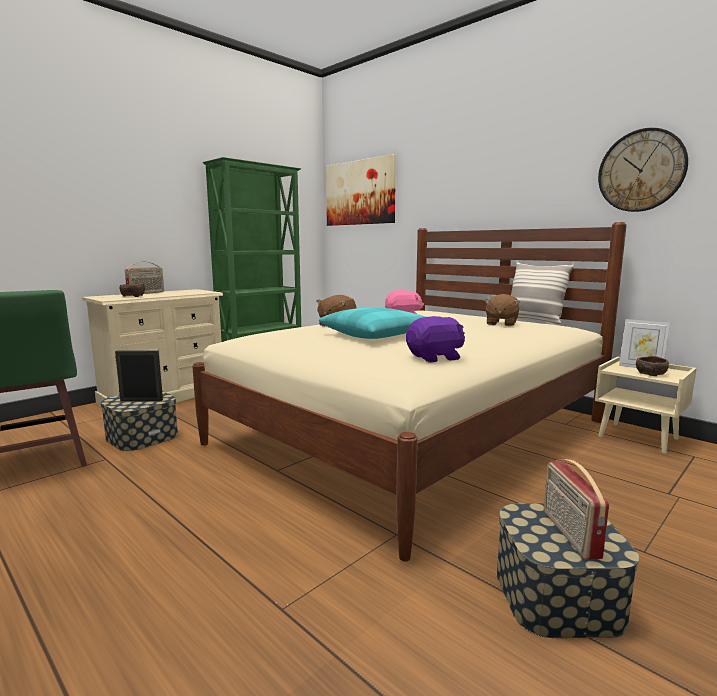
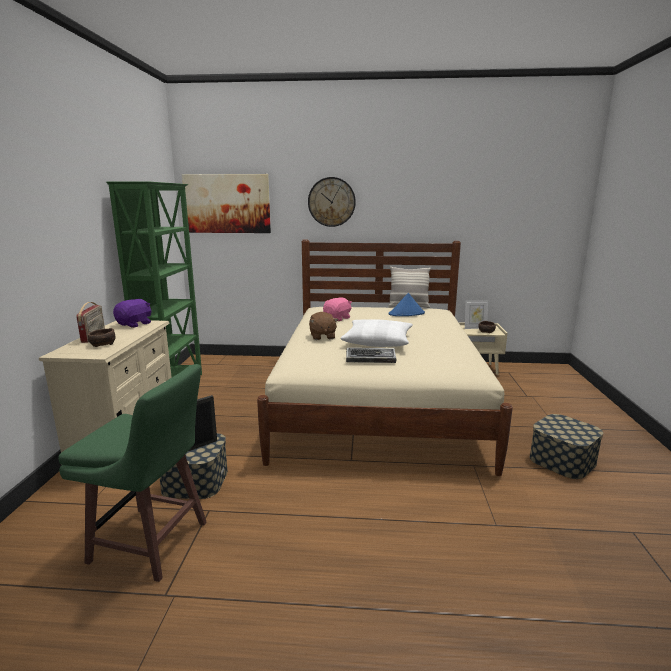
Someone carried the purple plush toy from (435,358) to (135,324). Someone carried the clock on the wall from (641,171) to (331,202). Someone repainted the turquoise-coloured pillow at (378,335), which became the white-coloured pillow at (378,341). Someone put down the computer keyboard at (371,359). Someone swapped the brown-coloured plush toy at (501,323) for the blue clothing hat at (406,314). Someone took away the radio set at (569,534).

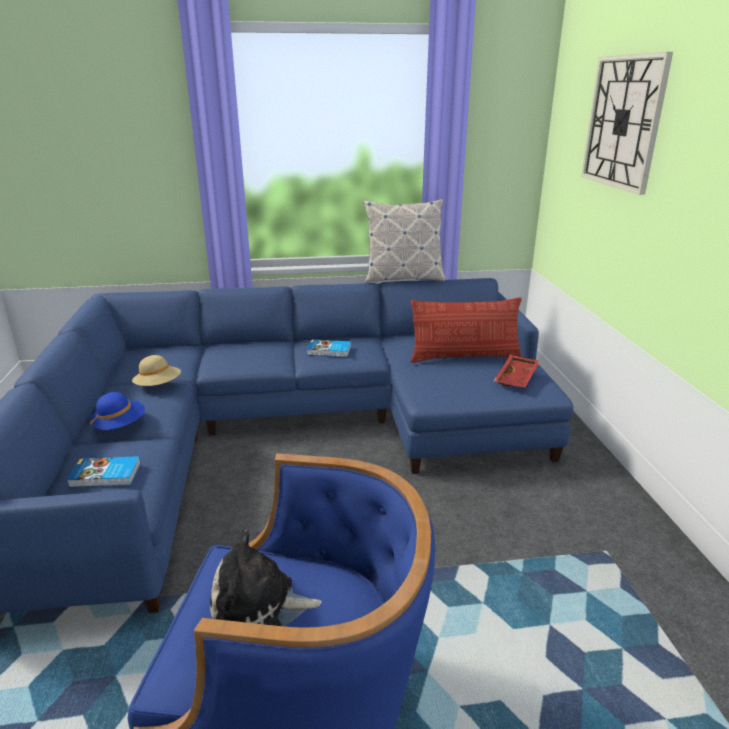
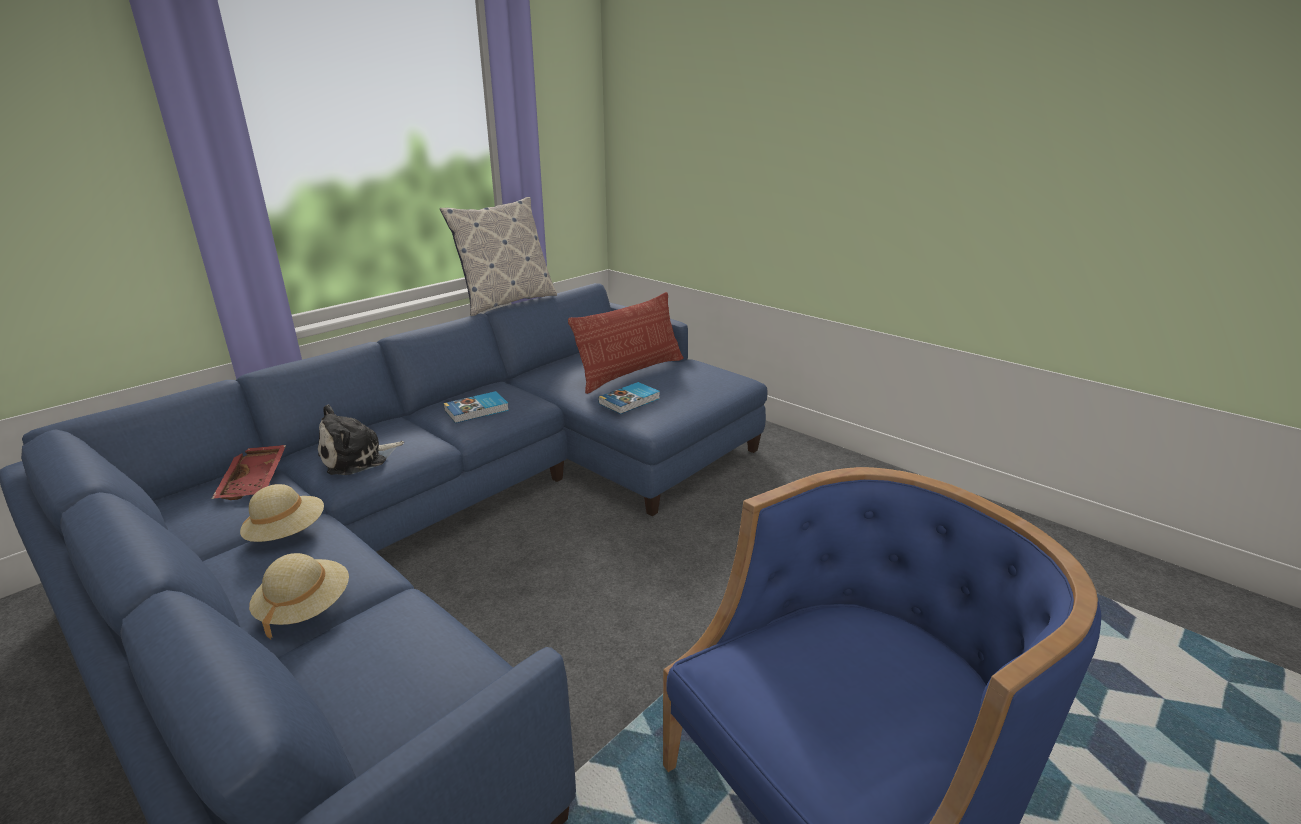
Someone carried the red-coloured carrying tray from (517,378) to (256,480). Someone repainted the blue clothing hat at (120,426), which became the beige clothing hat at (305,608). Someone carried the plush toy from (259,606) to (358,458). Someone carried the bound book from (106,475) to (630,401). Someone took away the clock on the wall at (623,122).

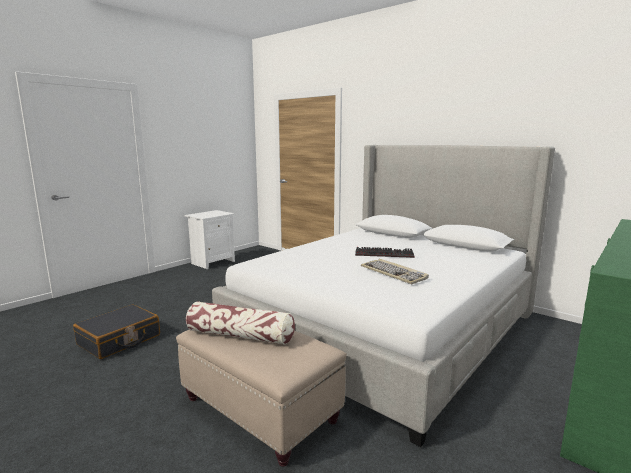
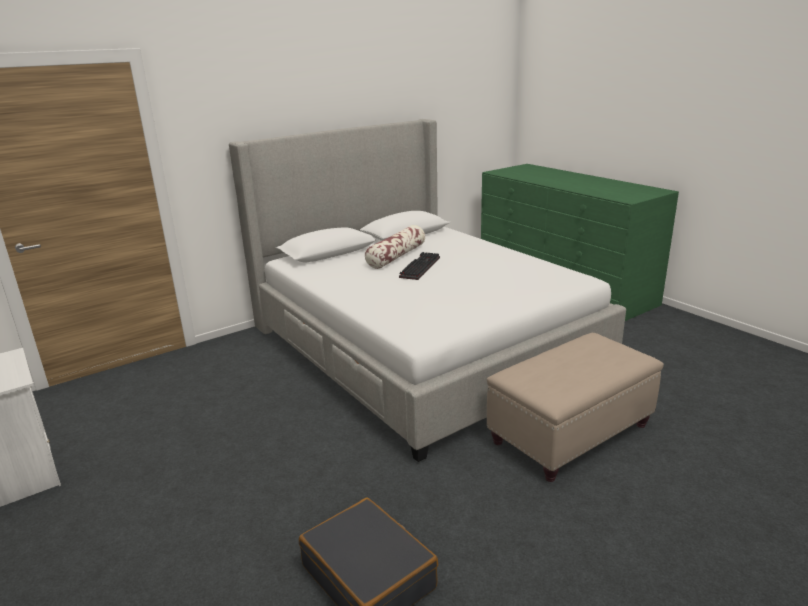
Someone carried the pillow from (240,335) to (396,256). Someone took away the computer keyboard at (394,273).

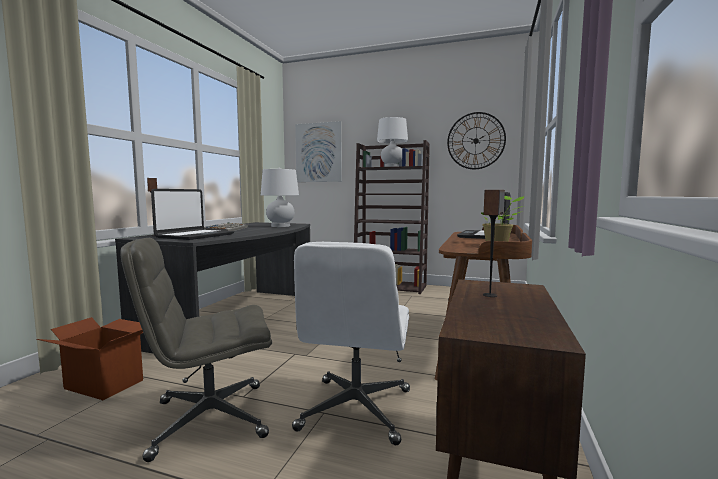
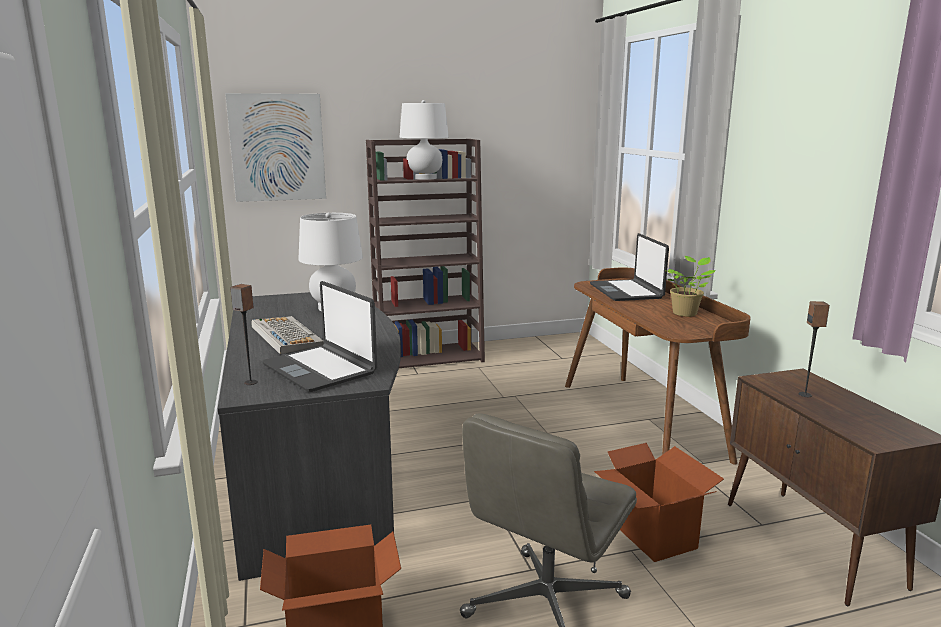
Someone rotated the laptop at (195,236) by 150 degrees clockwise. Someone swapped the white-coloured office chair at (356,410) for the carton at (652,535). Someone took away the clock on the wall at (475,141).

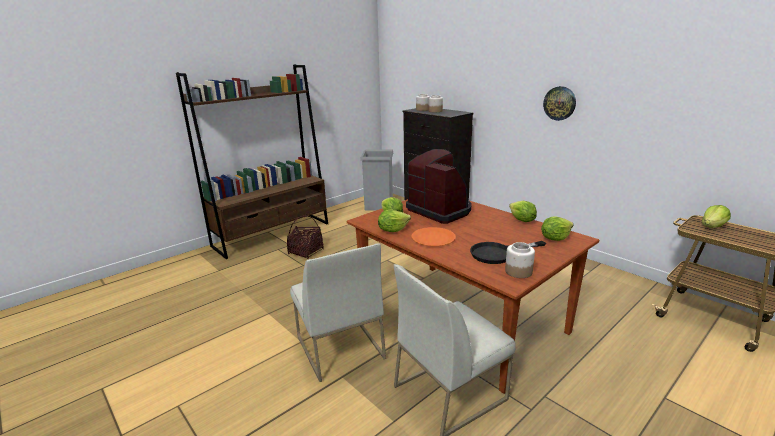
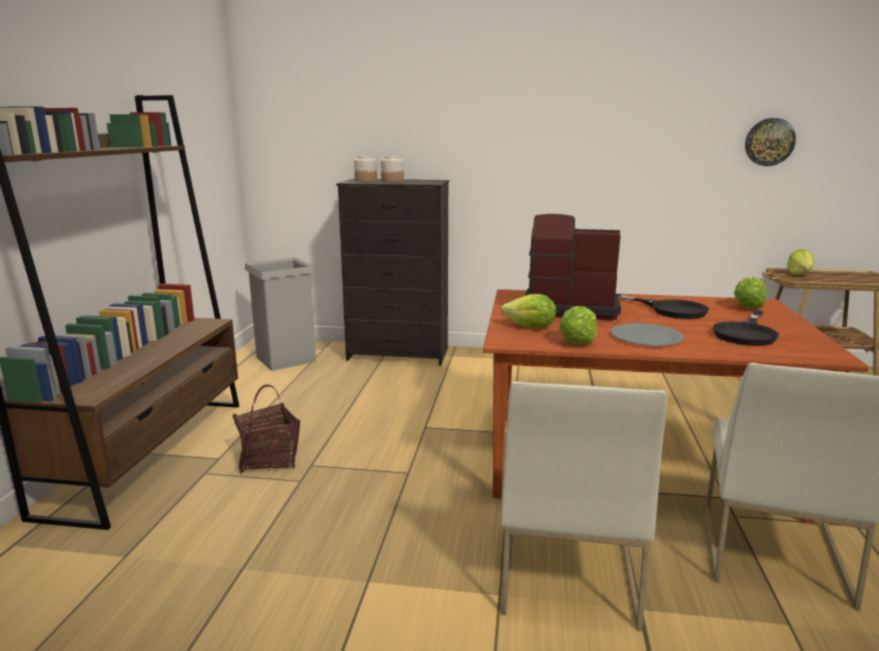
Someone rotated the white-coloured chair at (339,347) by 75 degrees clockwise. Someone repainted the orange-coloured dinner plate at (433,238), which became the greyish dinner plate at (645,337). Someone put down the black pan at (669,310). Someone carried the clock on the wall from (559,103) to (769,142). Someone took away the jar at (518,271). Someone took away the lettuce head at (521,220).

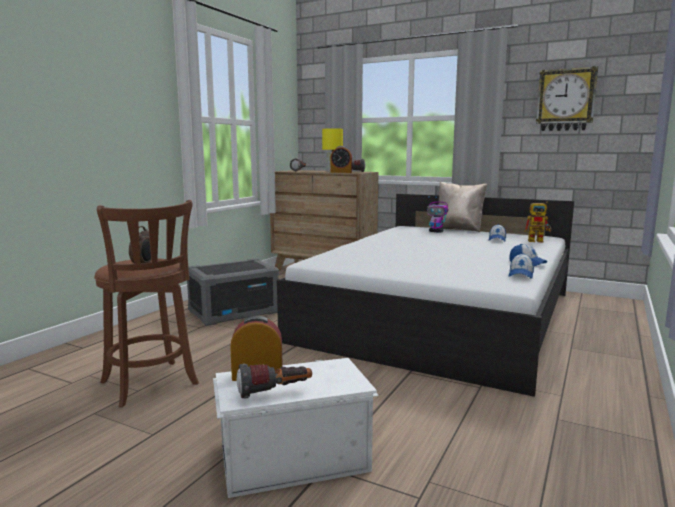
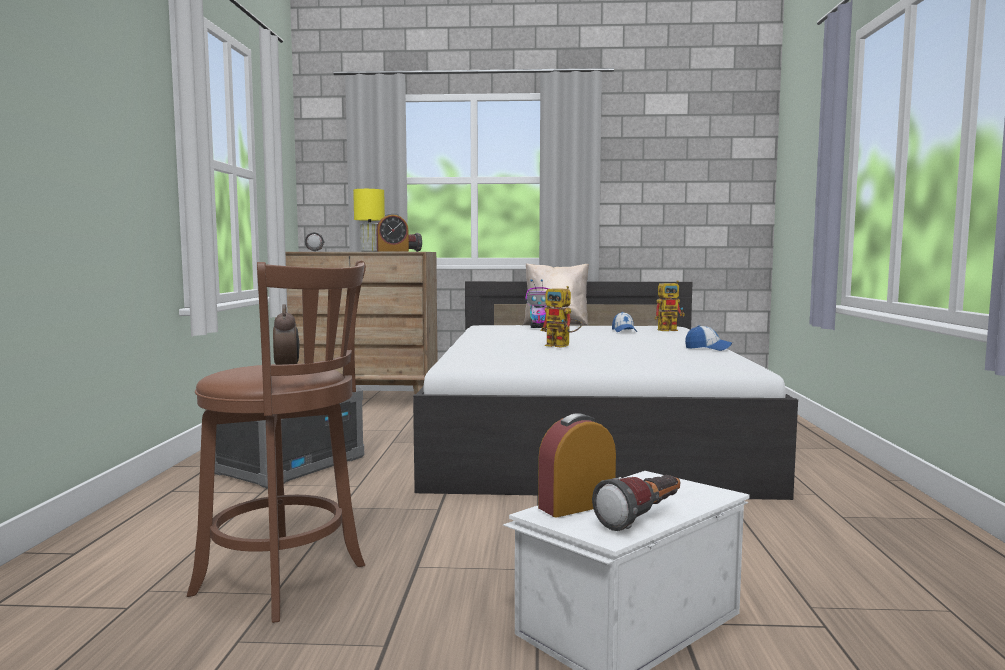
Someone put down the model robot at (563,346). Someone took away the baseball cap at (521,275). Someone took away the clock on the wall at (566,100).

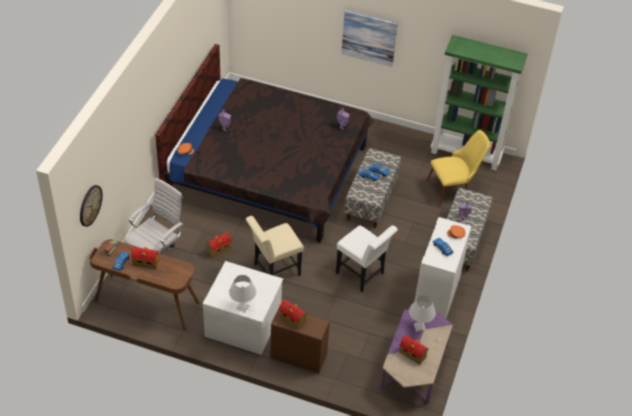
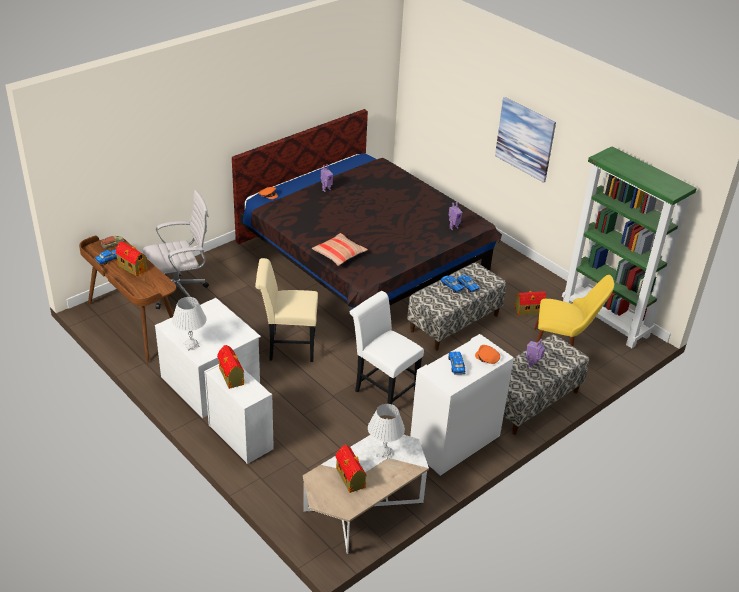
Someone repainted the brown-coloured dresser at (298,356), which became the white-coloured dresser at (240,436). Someone repainted the purple low table at (414,367), which became the white-coloured low table at (364,507). Someone put down the pillow at (339,254). Someone rotated the white-coloured chair at (362,275) by 150 degrees clockwise. Someone carried the model house from (218,250) to (528,310). Someone took away the clock on the wall at (90,205).

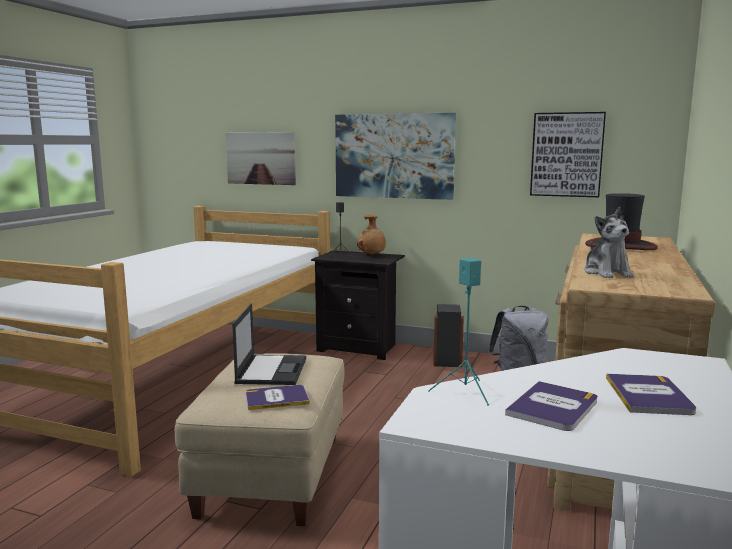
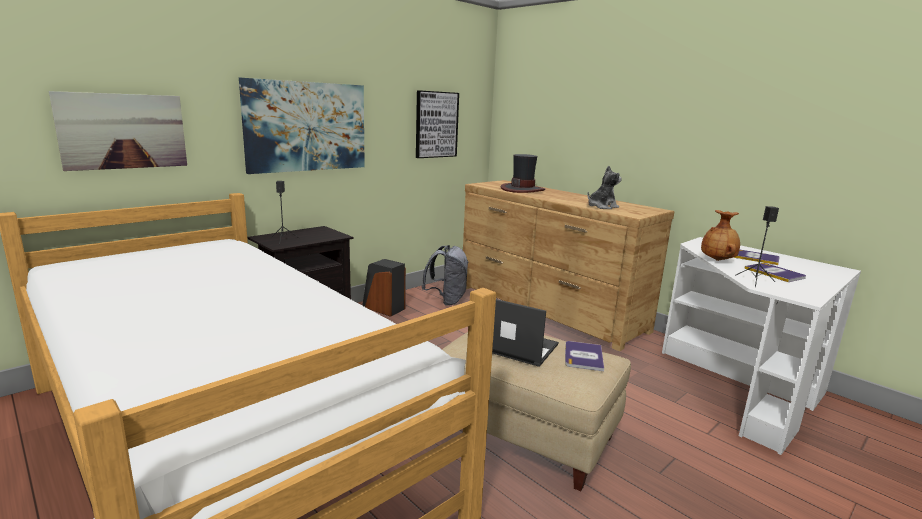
Someone rotated the plush toy at (607,273) by 45 degrees counterclockwise. Someone carried the brown-coloured flower vase from (372,255) to (718,260). Someone repainted the turquoise-coloured audio speaker at (464,391), which became the black audio speaker at (755,281).

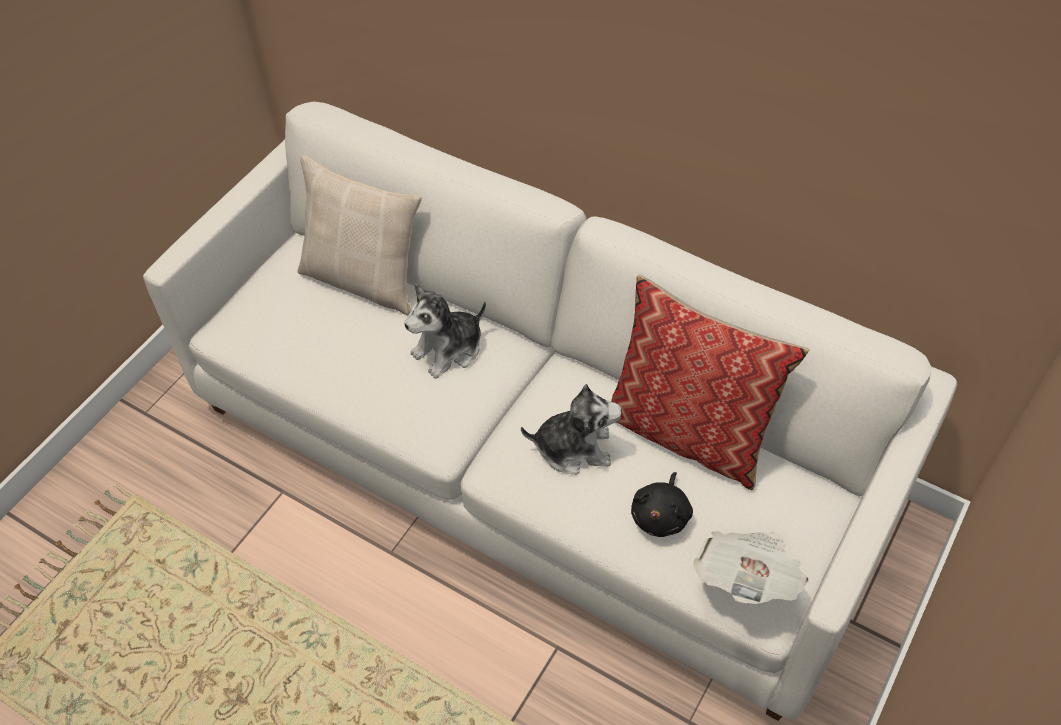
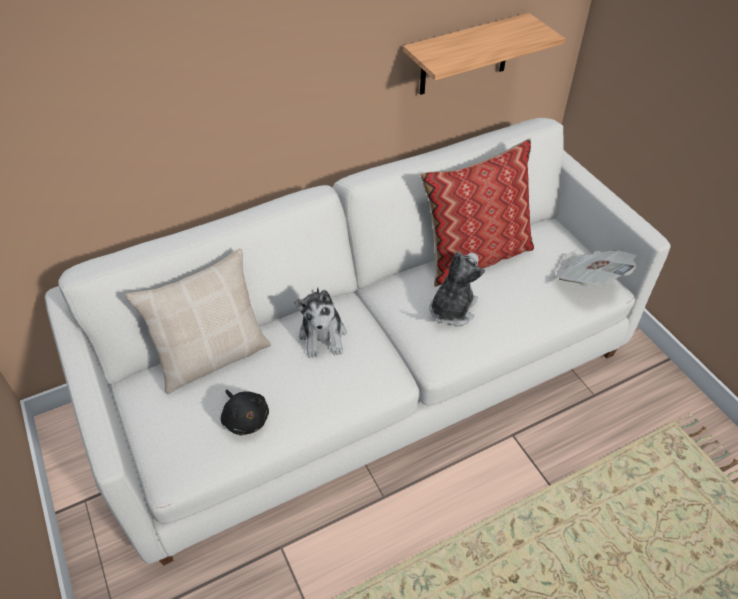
Someone carried the black plush toy from (661,515) to (245,418). Someone put up the bracket shelf at (464,55).

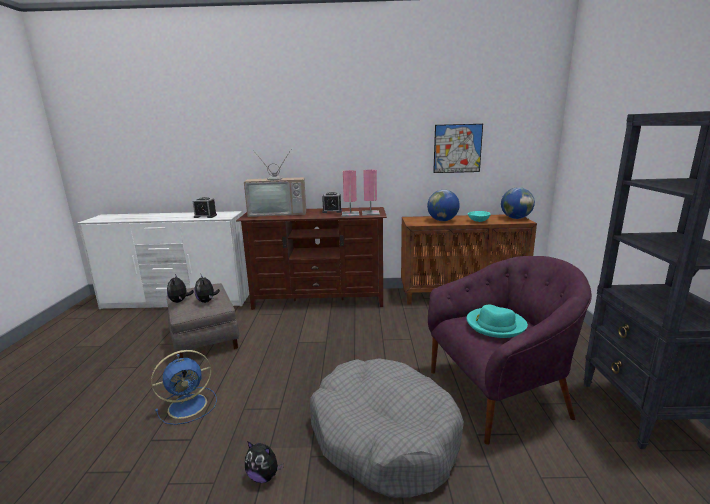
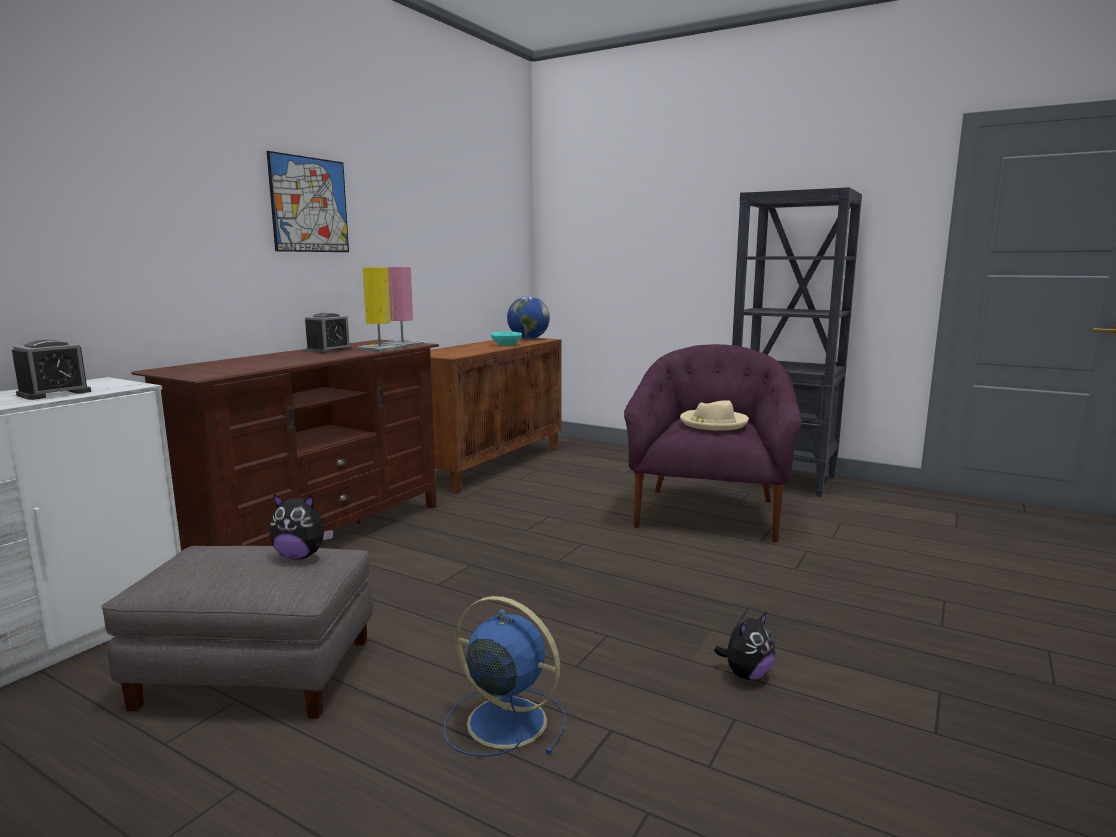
Someone carried the wall picture from (457,148) to (309,205). Someone repainted the pinkish tabletop lamp at (350,214), which became the yellow-coloured tabletop lamp at (379,348). Someone rotated the blue electric fan at (189,405) by 60 degrees counterclockwise. Someone repainted the turquoise-coloured clothing hat at (495,325), which became the beige clothing hat at (713,423). Someone took away the plush toy at (180,301). Someone took away the television at (278,212). Someone took away the greyish pet bed at (383,436). Someone took away the desk globe at (442,220).

